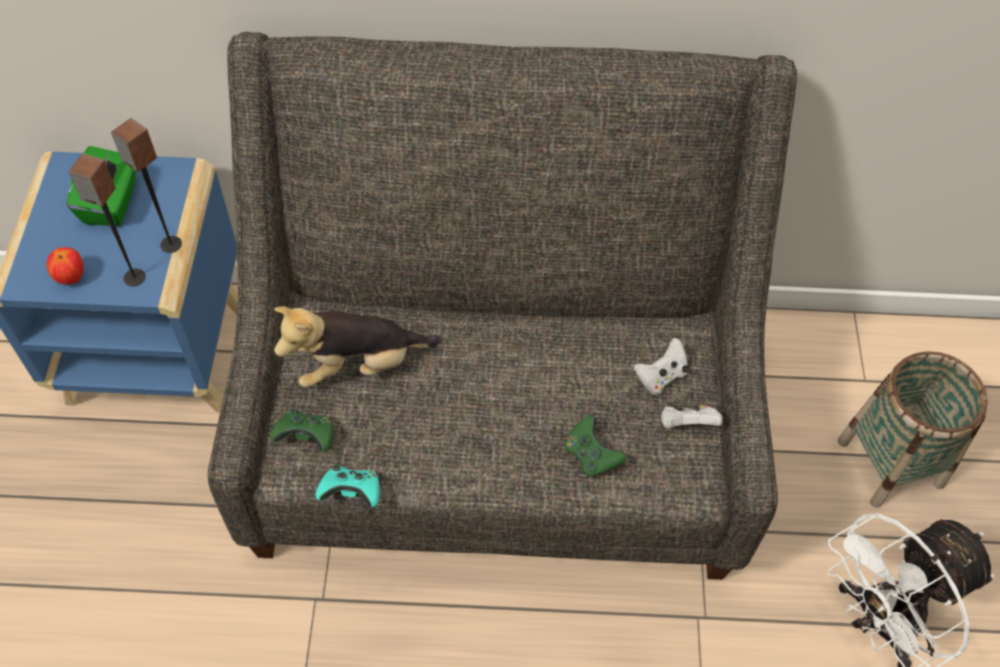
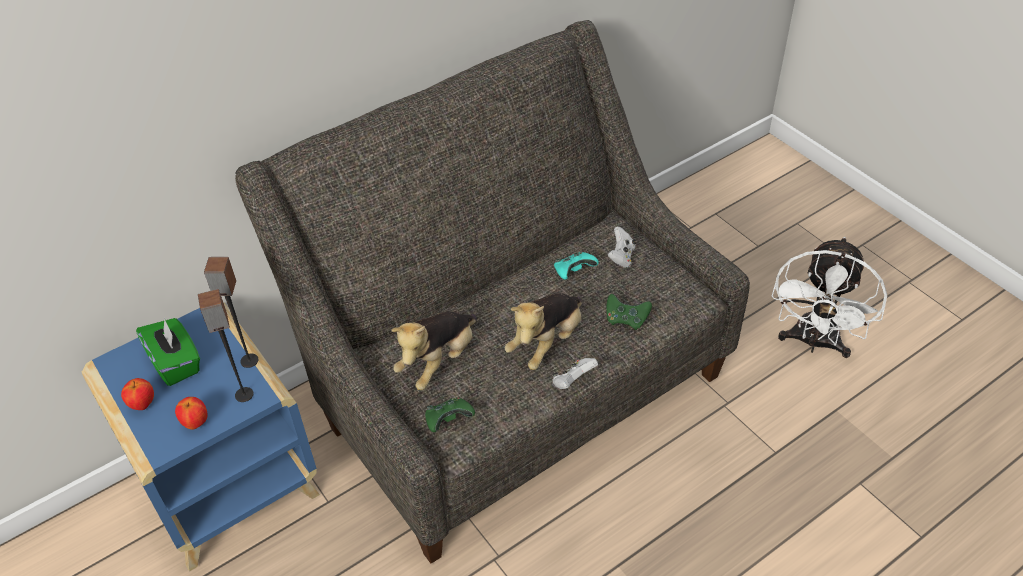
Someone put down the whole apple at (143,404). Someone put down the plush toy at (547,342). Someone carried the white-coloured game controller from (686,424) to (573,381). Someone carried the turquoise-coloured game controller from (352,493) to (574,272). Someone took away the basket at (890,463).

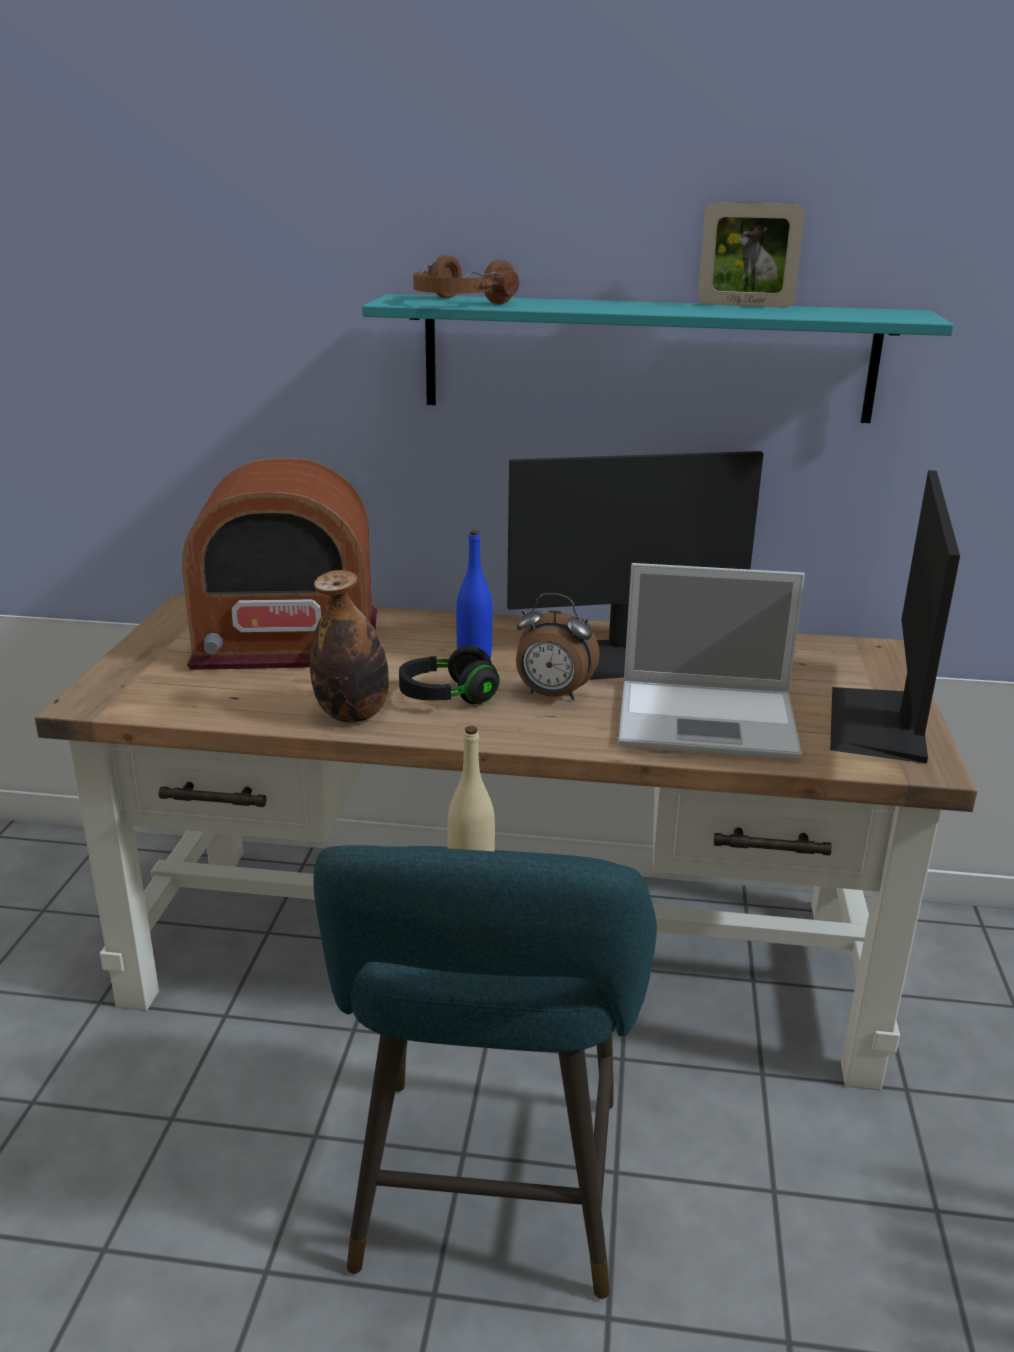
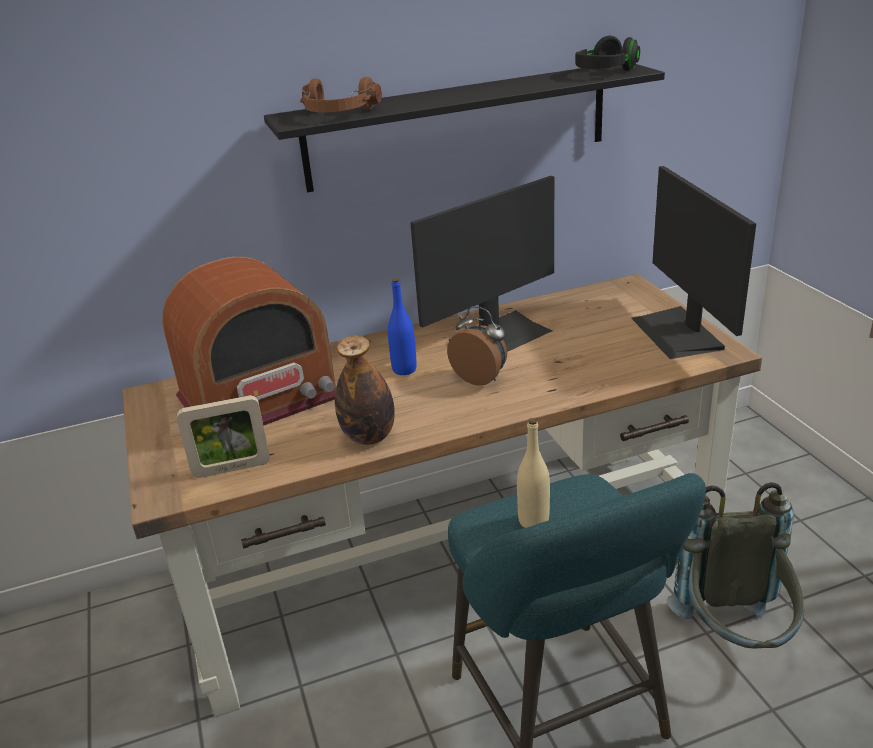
Someone carried the photo frame from (745,305) to (231,468). Someone repainted the turquoise-coloured bracket shelf at (647,358), which became the black bracket shelf at (458,126). Someone rotated the bedside clock at (552,695) by 135 degrees counterclockwise. Someone carried the black headphones from (447,697) to (605,72). Someone put down the greyish rucksack at (734,638). Someone took away the laptop at (710,720).

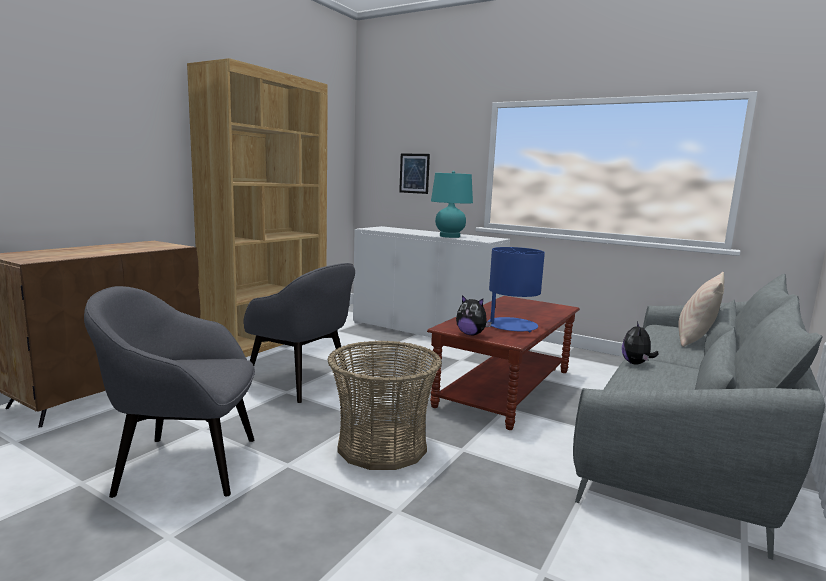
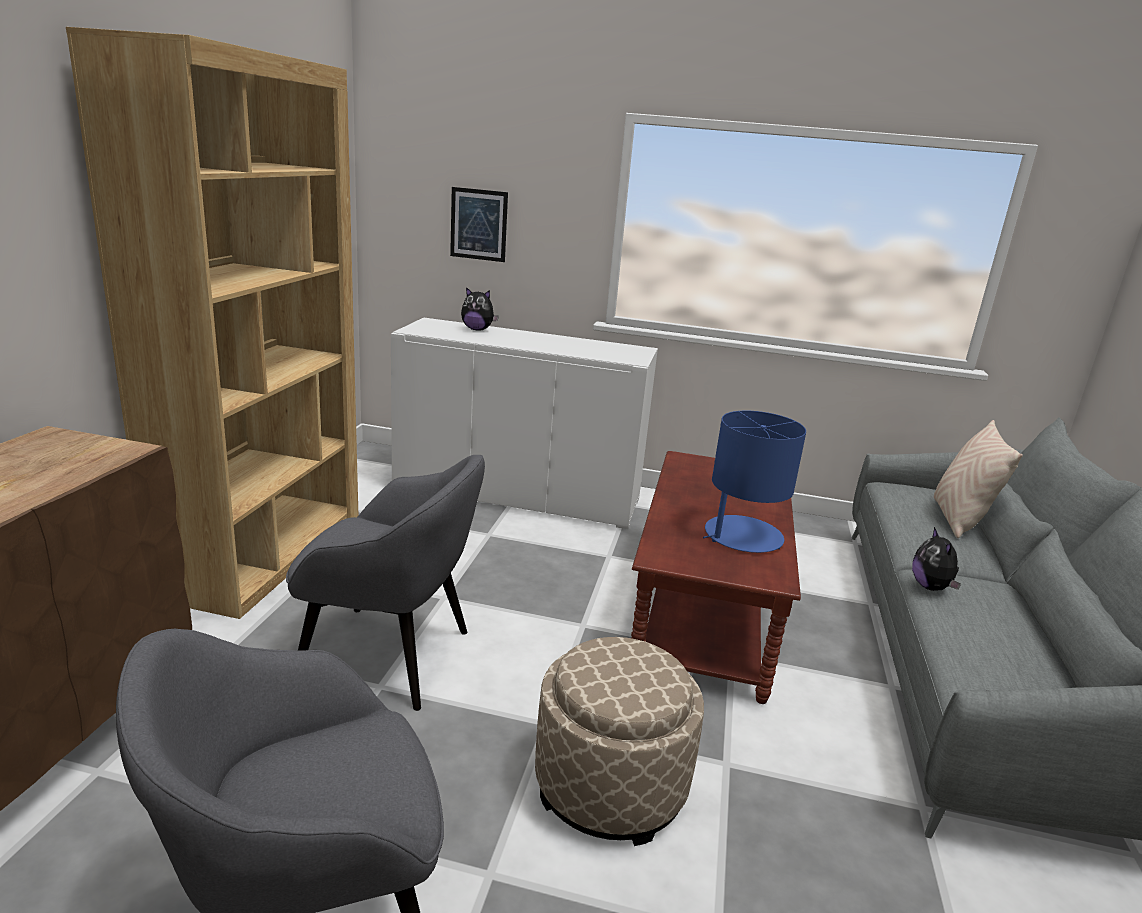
Someone carried the plush toy from (471,334) to (477,329). Someone swapped the basket at (382,446) for the beige ottoman at (610,786). Someone took away the turquoise-coloured tabletop lamp at (449,236).

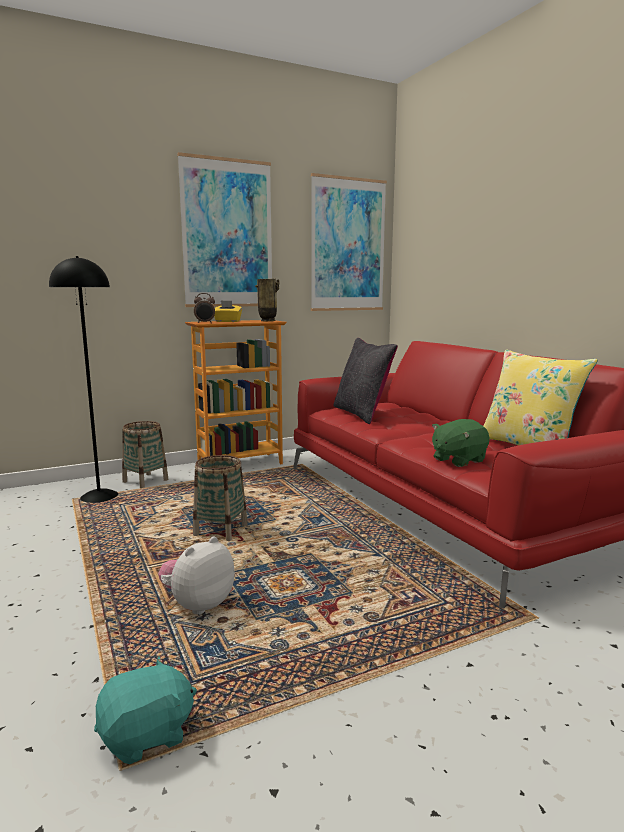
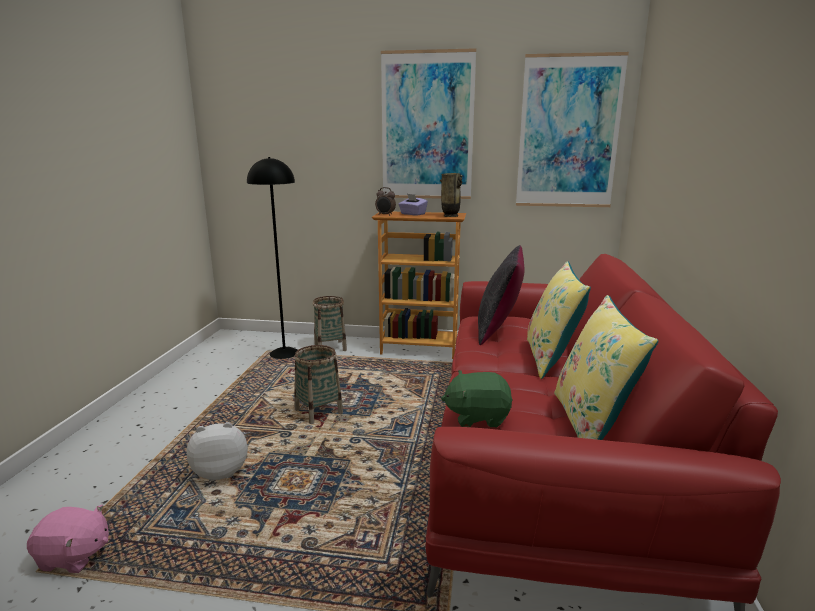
Someone repainted the turquoise-coloured plush toy at (147,735), which became the pinkish plush toy at (74,556). Someone repainted the yellow-coloured tissue holder at (227,321), which became the purple tissue holder at (412,214). Someone put down the yellow-coloured pillow at (551,358).

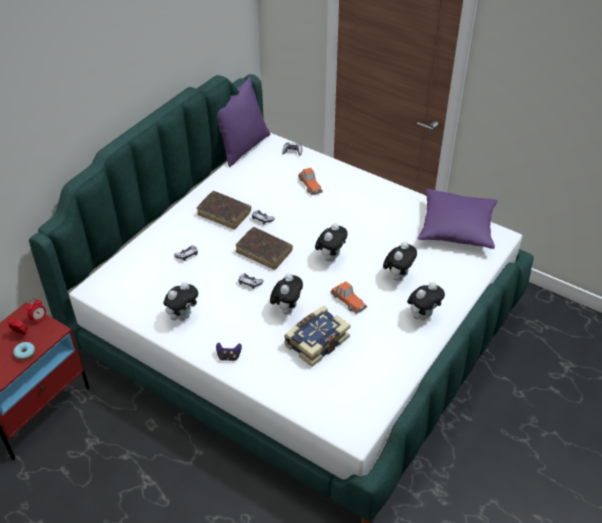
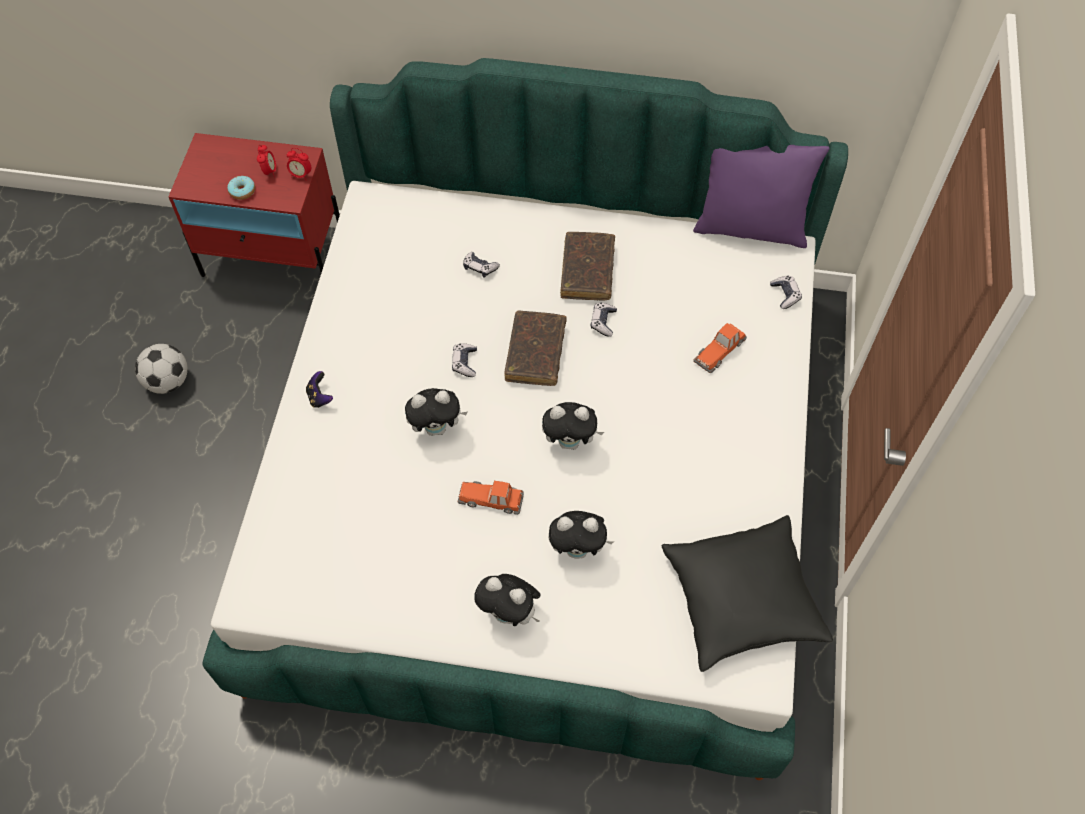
Someone put down the football ball at (168,381). Someone rotated the model car at (348,300) by 75 degrees clockwise. Someone repainted the purple pillow at (456,228), which became the black pillow at (742,600). Someone took away the plush toy at (183,316). Someone took away the bound book at (315,341).

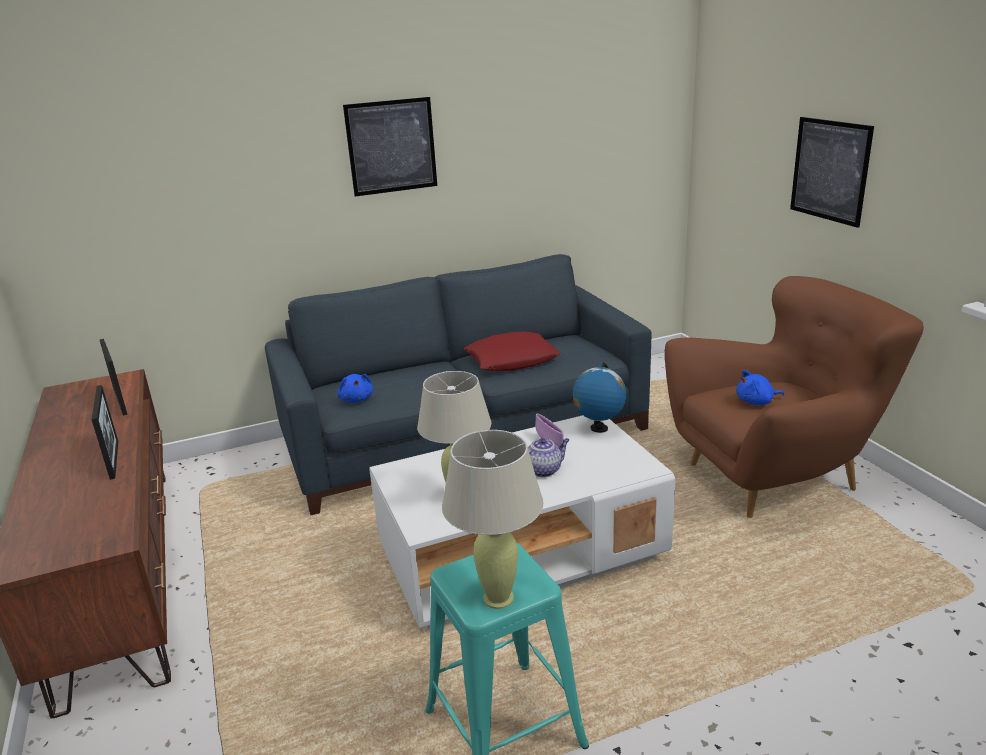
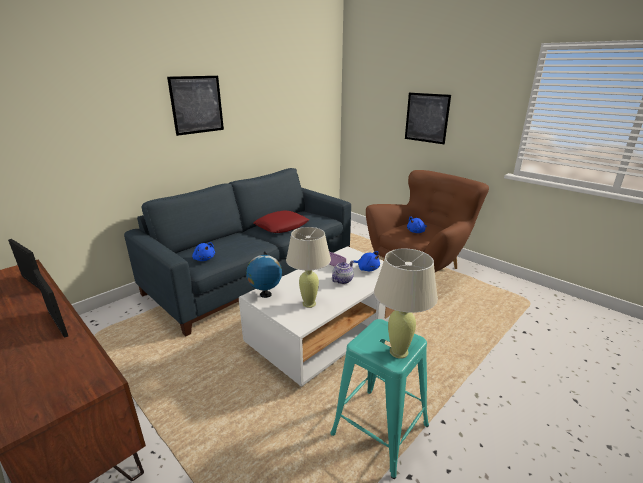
Someone carried the desk globe from (598,428) to (265,294). Someone put down the blue plush toy at (367,269).

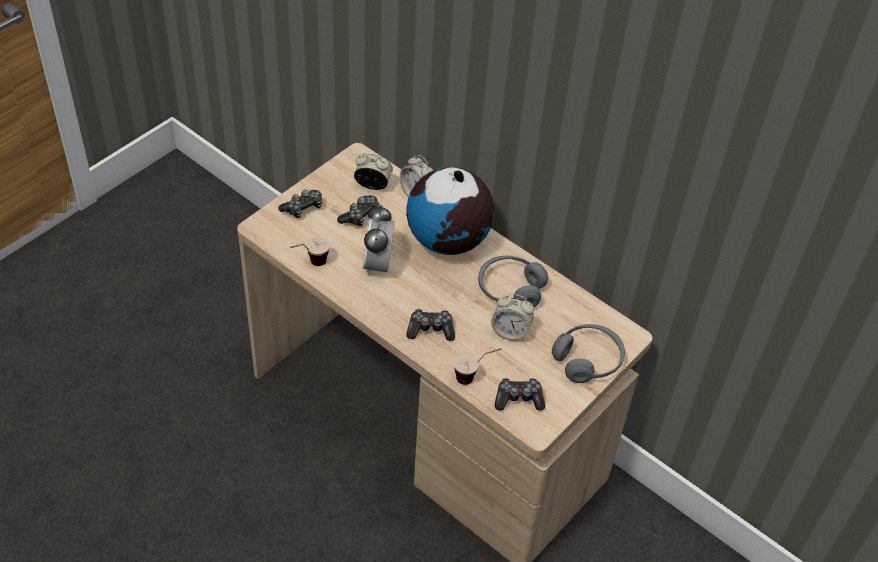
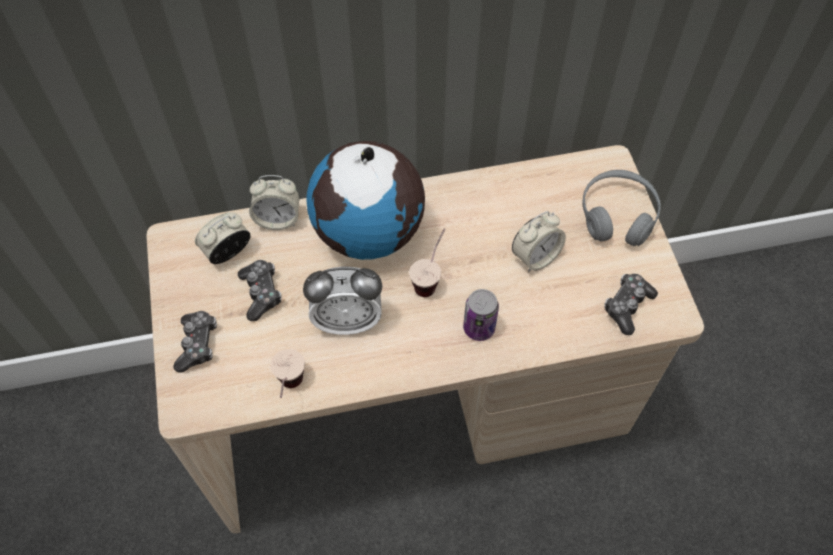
Someone rotated the bedside clock at (378,264) by 45 degrees counterclockwise. Someone carried the small cup from (475,377) to (430,278). Someone swapped the game controller at (430,329) for the can at (479,328). Someone took away the greyish headphones at (510,289).

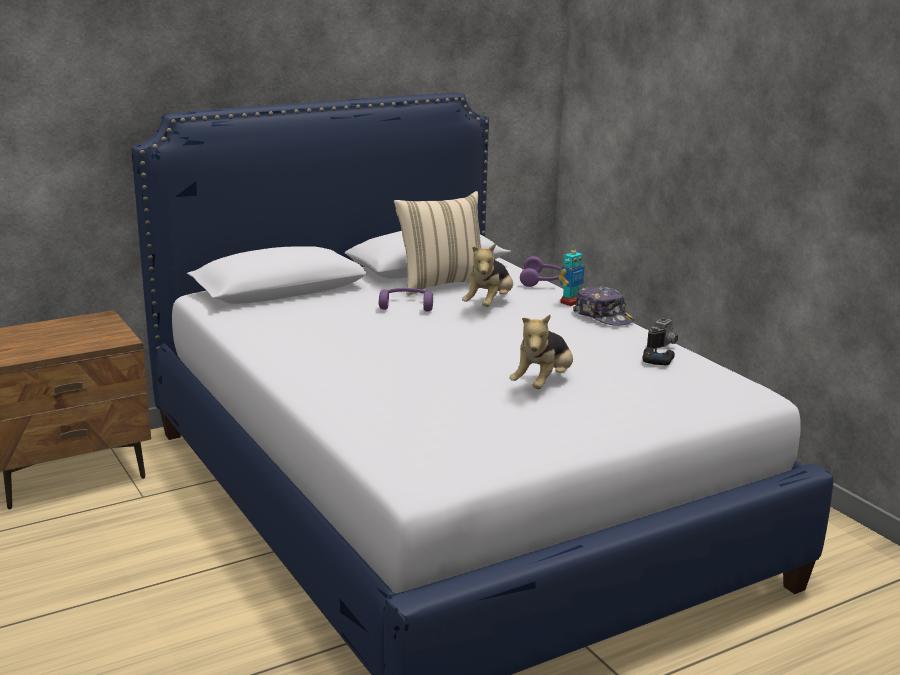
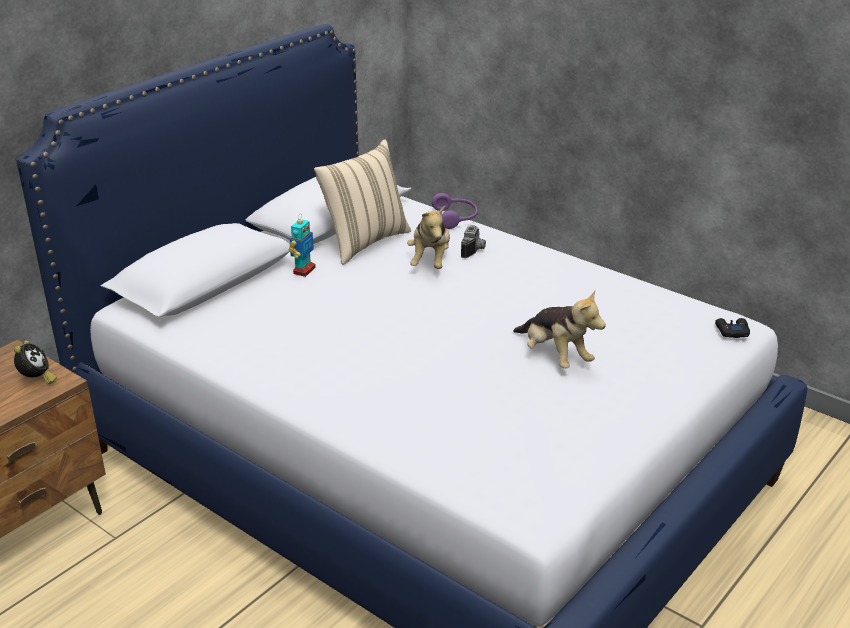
Someone put down the bedside clock at (36,380). Someone carried the model robot from (571,302) to (303,270). Someone carried the photo camera from (665,345) to (474,250). Someone rotated the plush toy at (543,383) by 45 degrees counterclockwise. Someone carried the black game controller from (657,361) to (731,331). Someone took away the purple headphones at (407,305). Someone took away the baseball cap at (603,316).

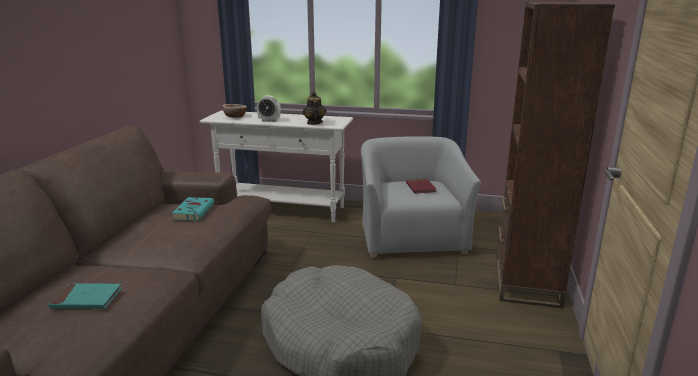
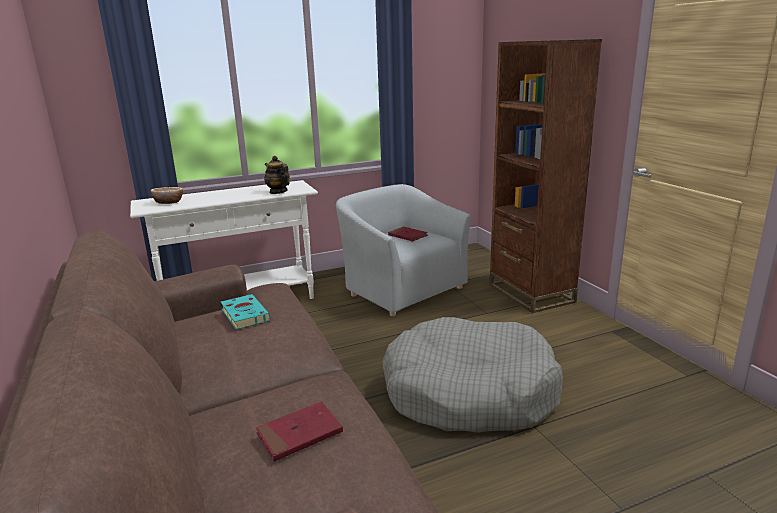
Someone repainted the turquoise-coloured bound book at (87,299), which became the red-coloured bound book at (299,434). Someone took away the bedside clock at (269,120).

